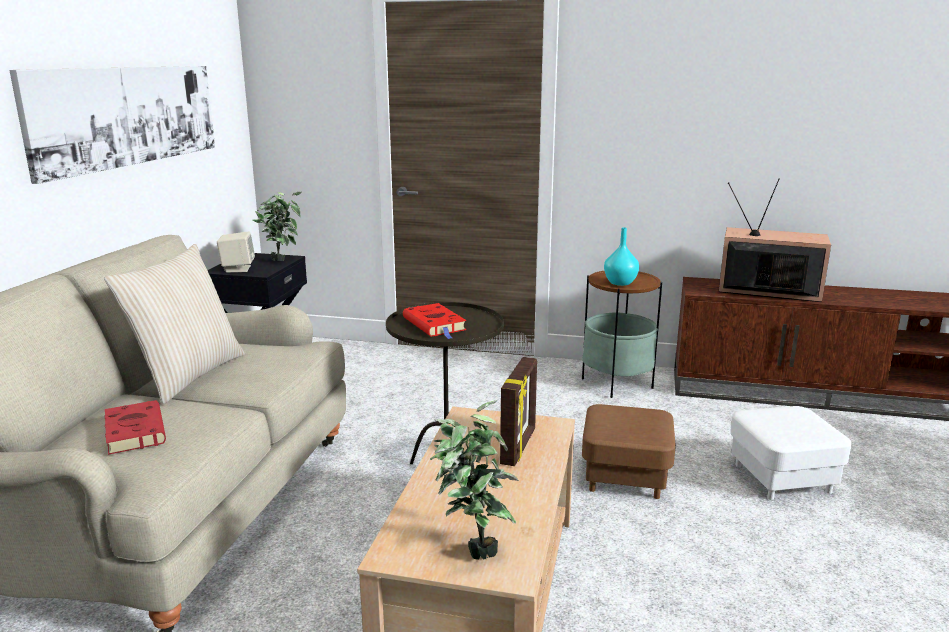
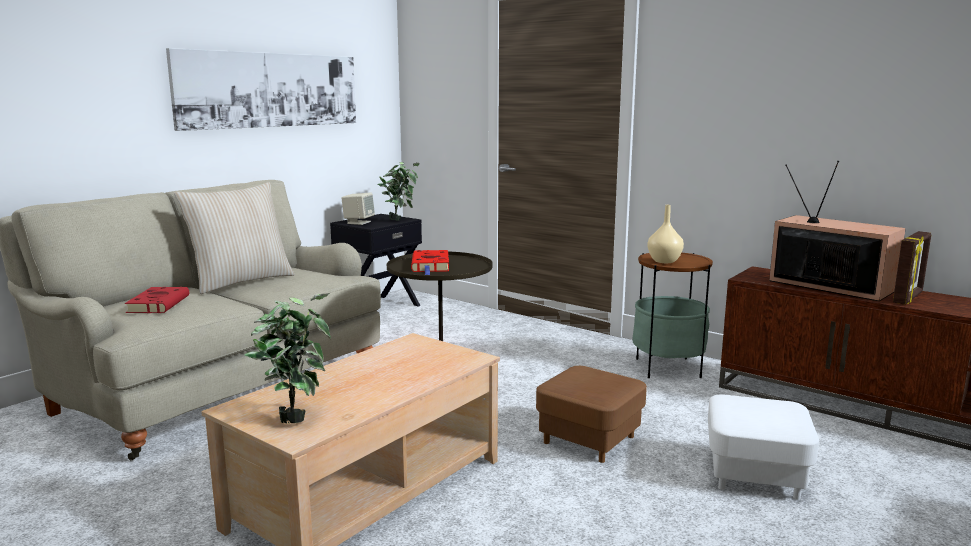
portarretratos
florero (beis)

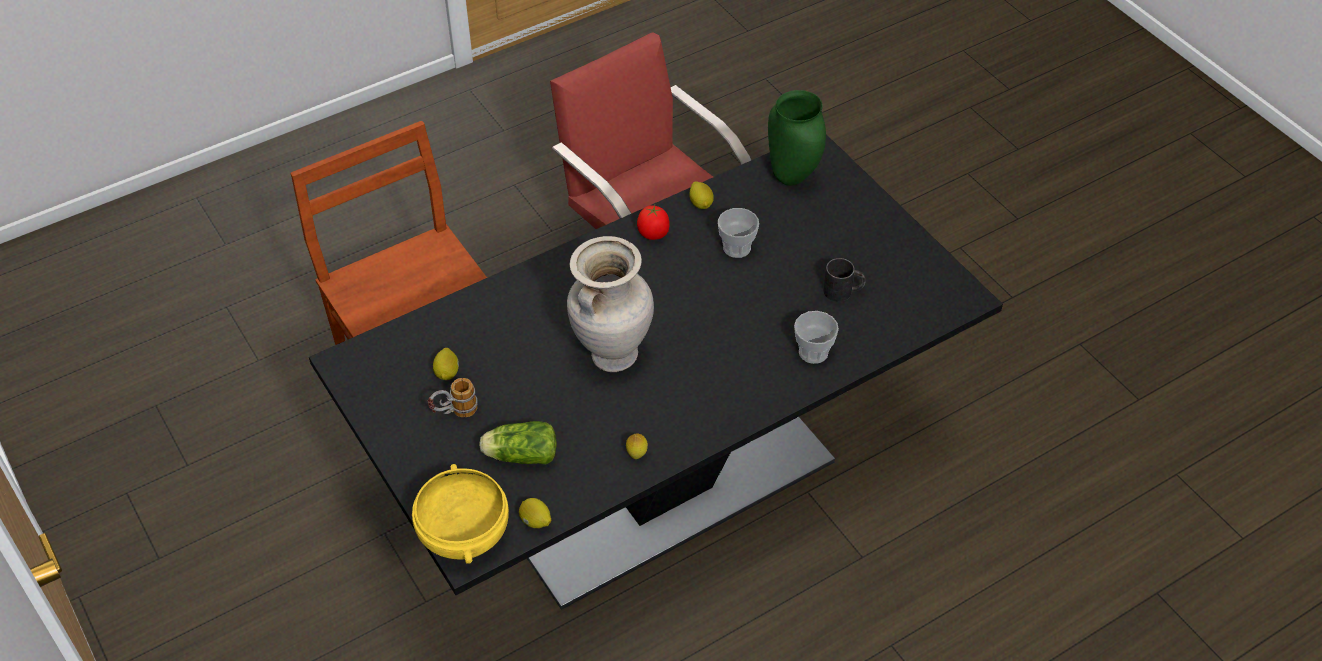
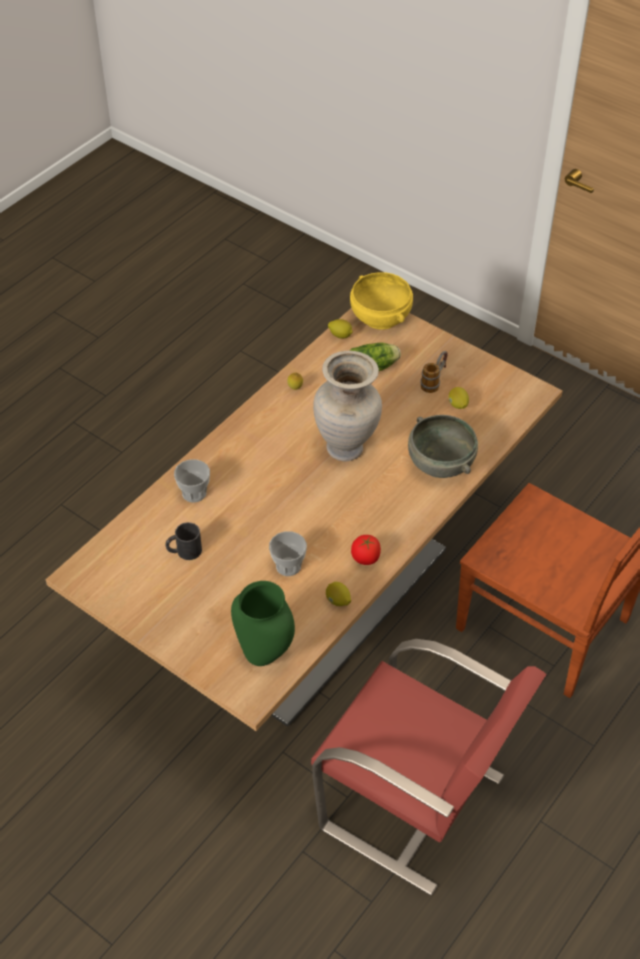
mesa de comedor (beis)
cuenco (gris)

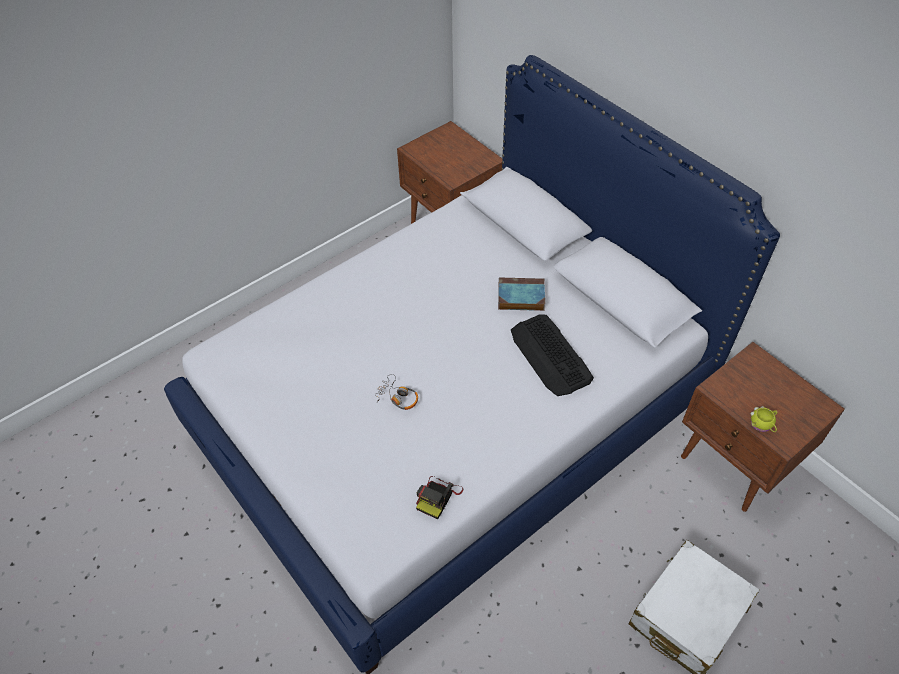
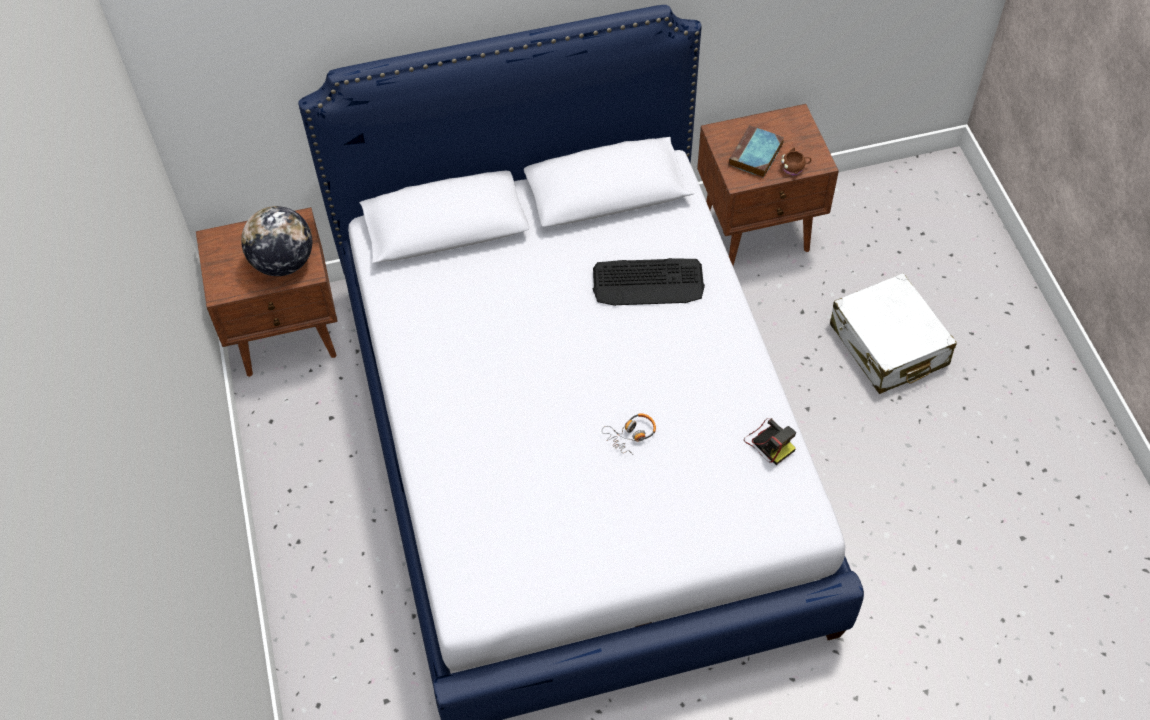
libro
taza grande (marrón)
globo terráqueo

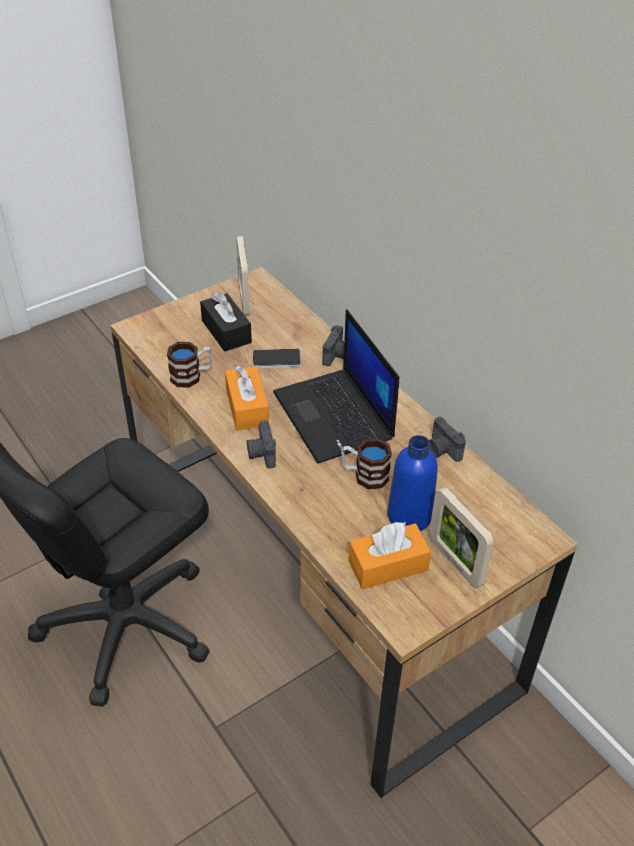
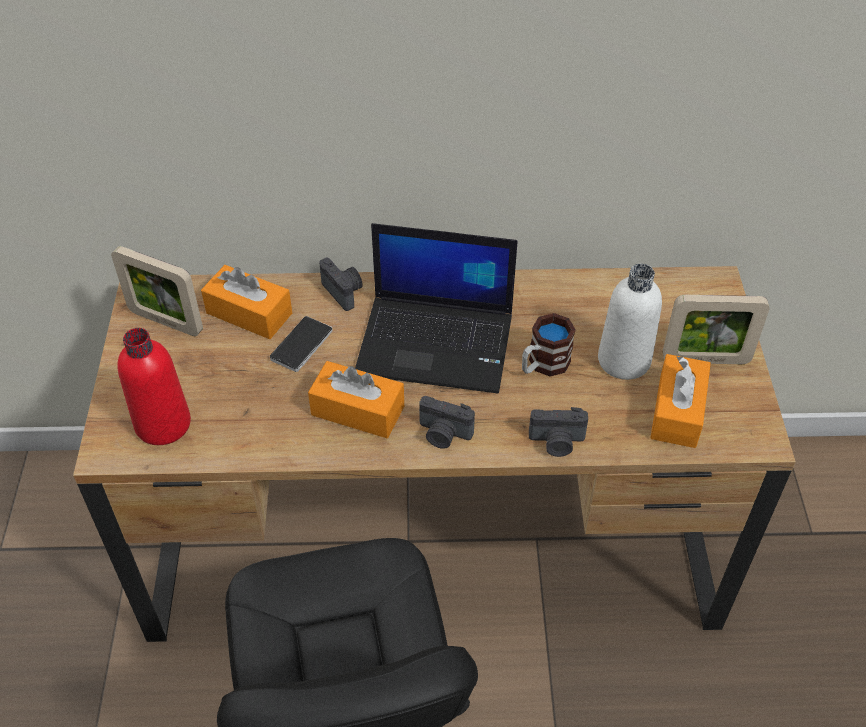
taza grande (1st from left in the first image)
caja de pañuelos (negro)
botella (blanco)
cámara (3rd from left)
botella (rojo)
caja de pañuelos (naranja) (1st from left)

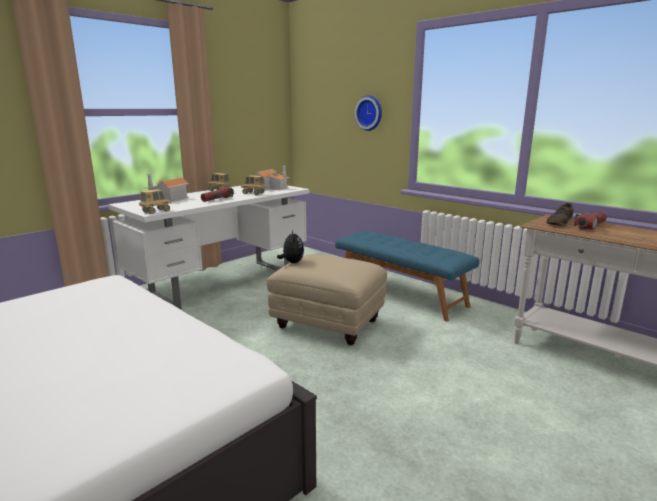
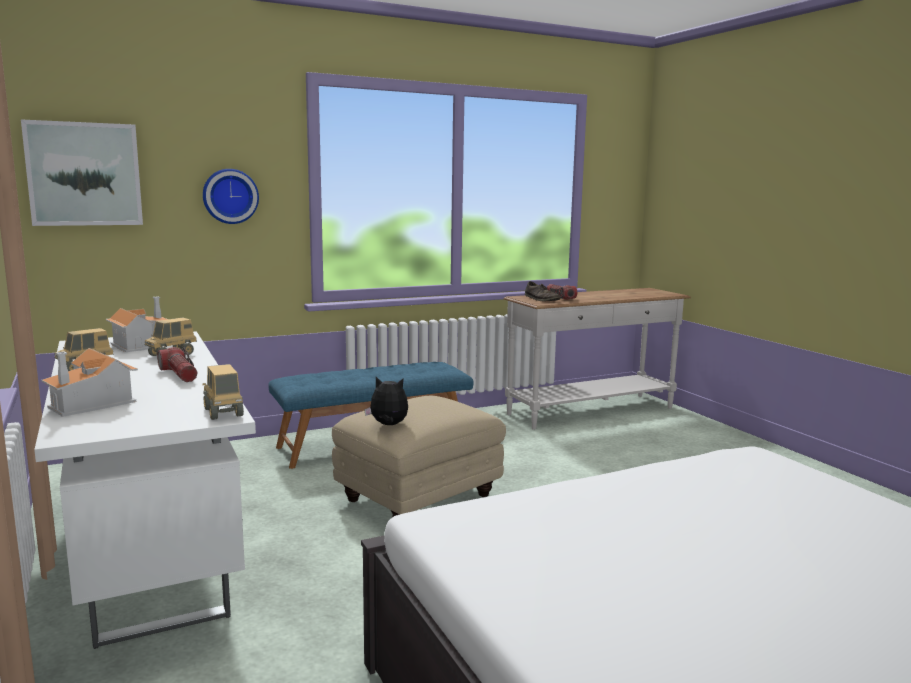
cuadro

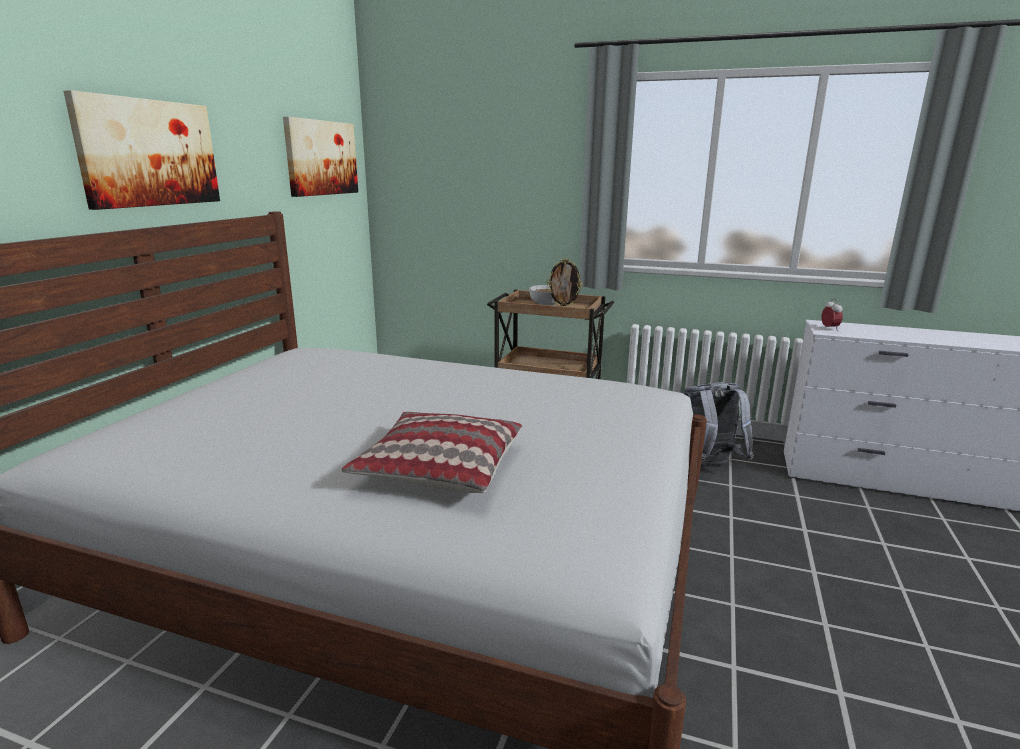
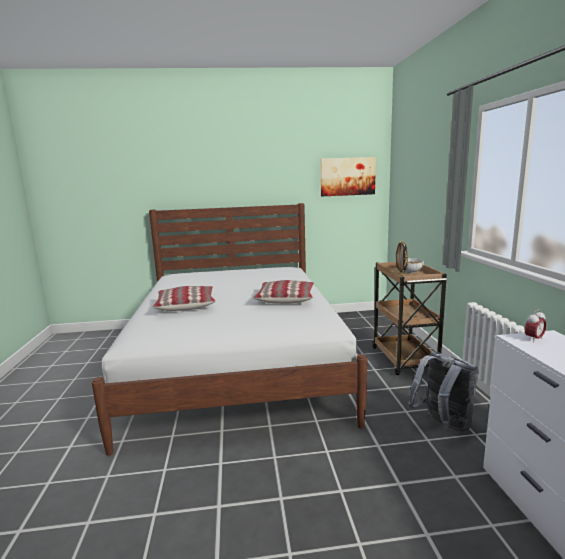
cuadro (1st from left in the first image)
cojín (2nd from left)

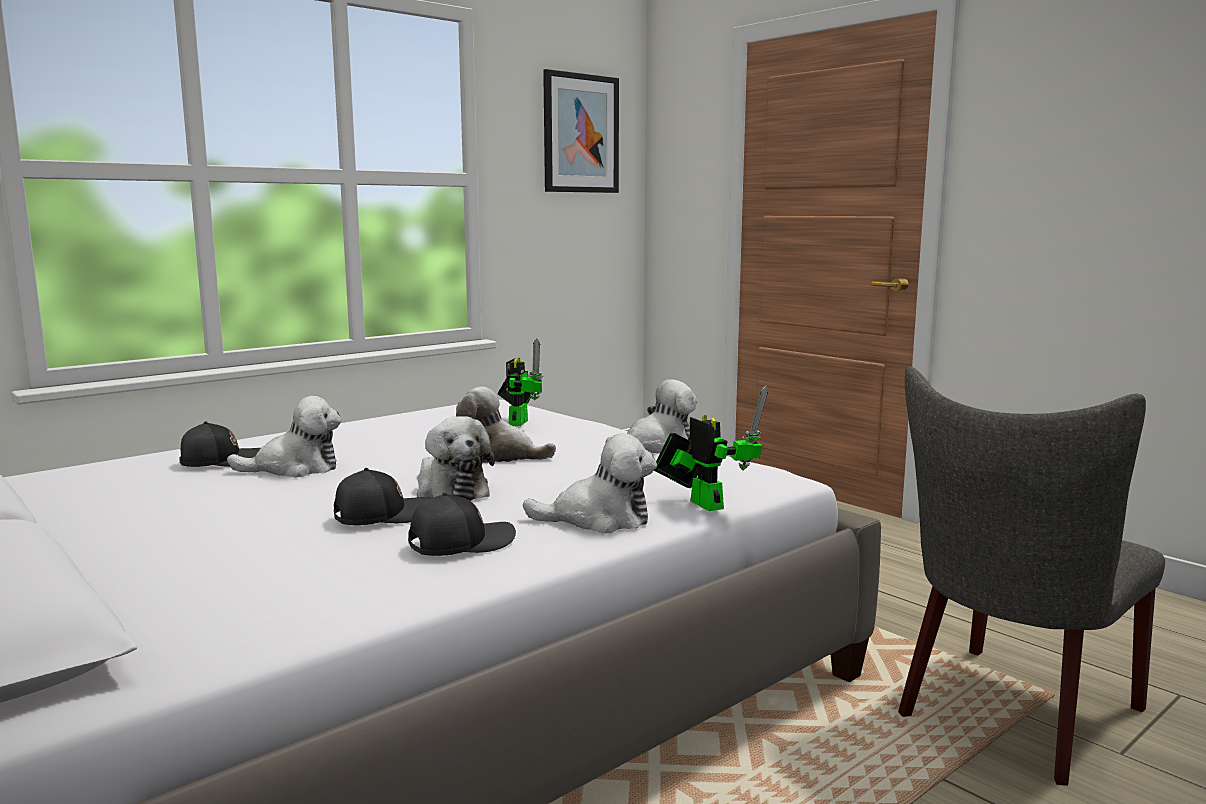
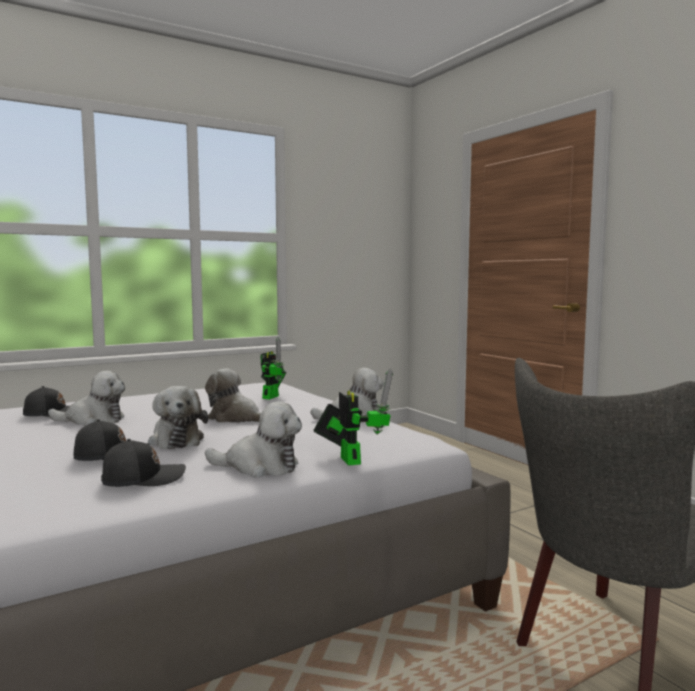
cuadro

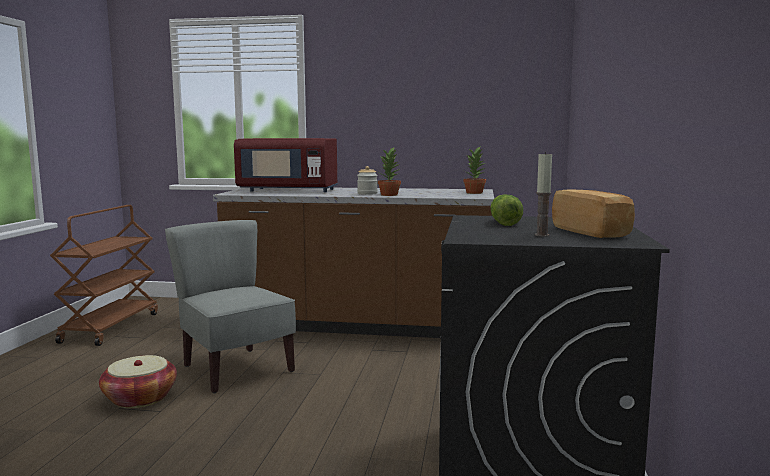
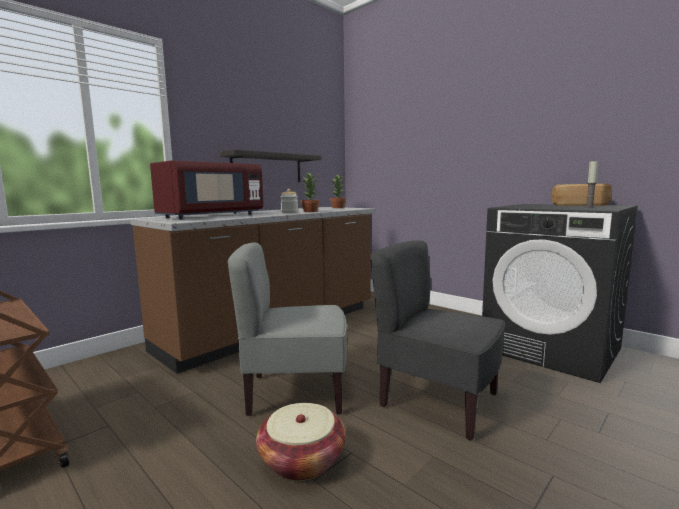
lechuga
estante
silla (gris) (2nd from left)

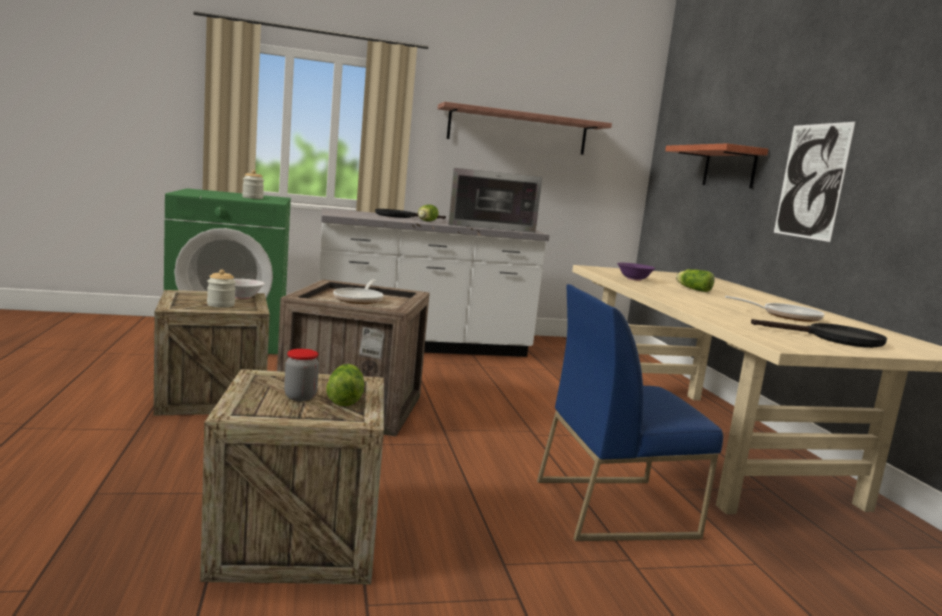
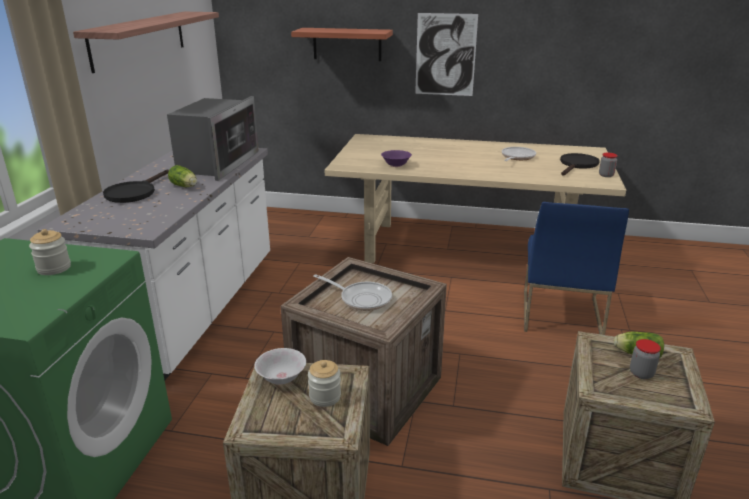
lechuga (3rd from left in the first image)
tarro (3rd from left)

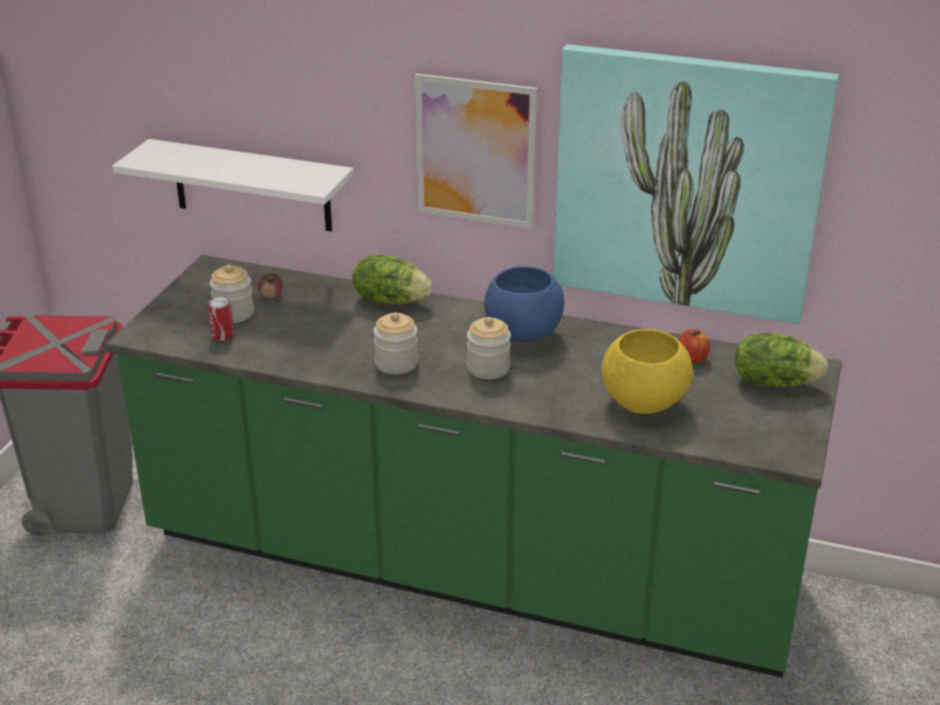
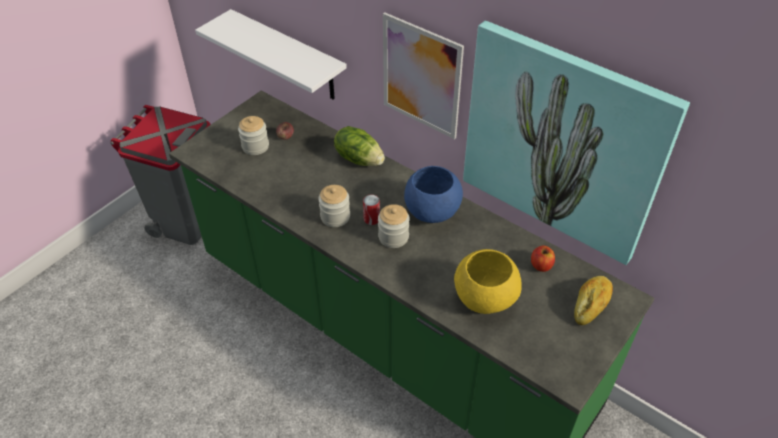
lata
pan

